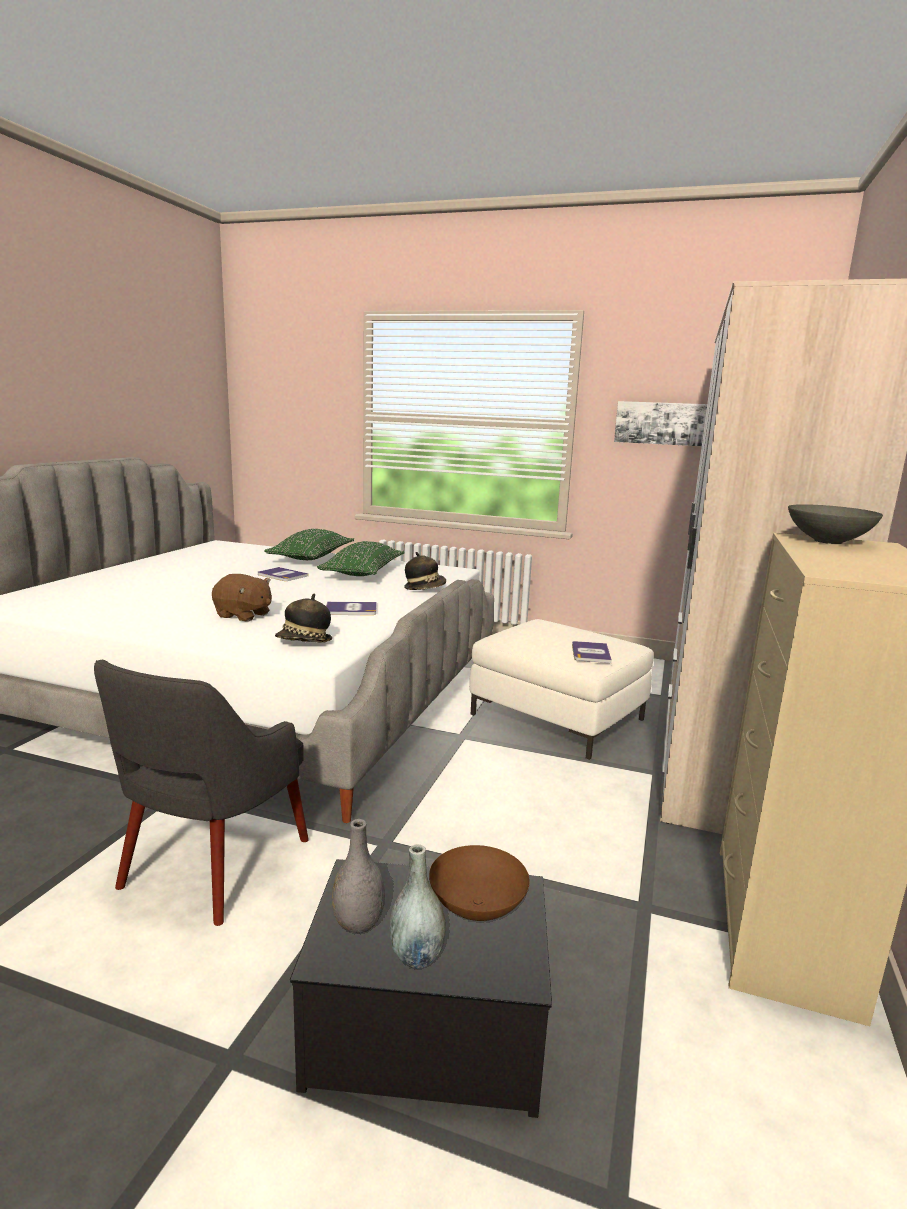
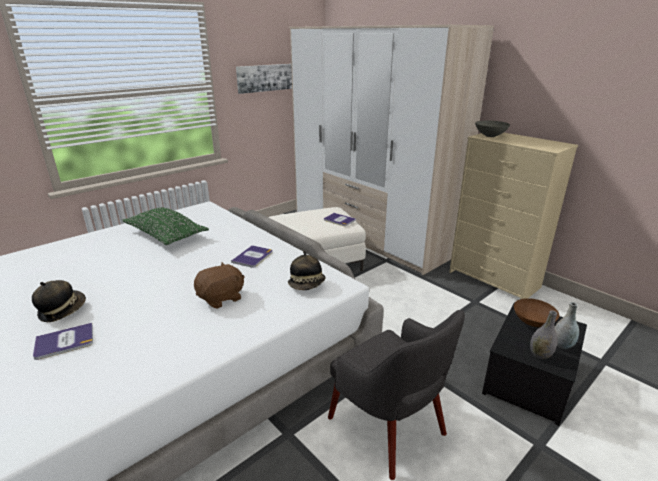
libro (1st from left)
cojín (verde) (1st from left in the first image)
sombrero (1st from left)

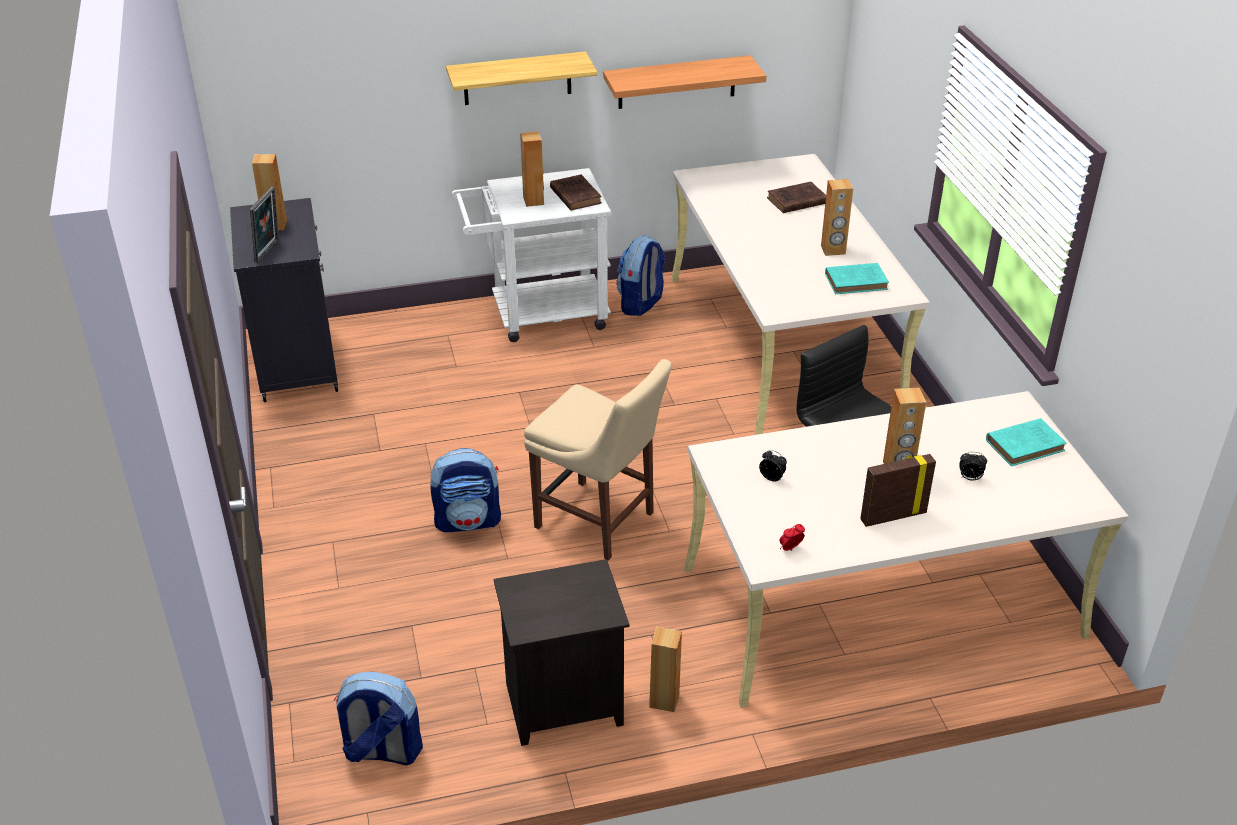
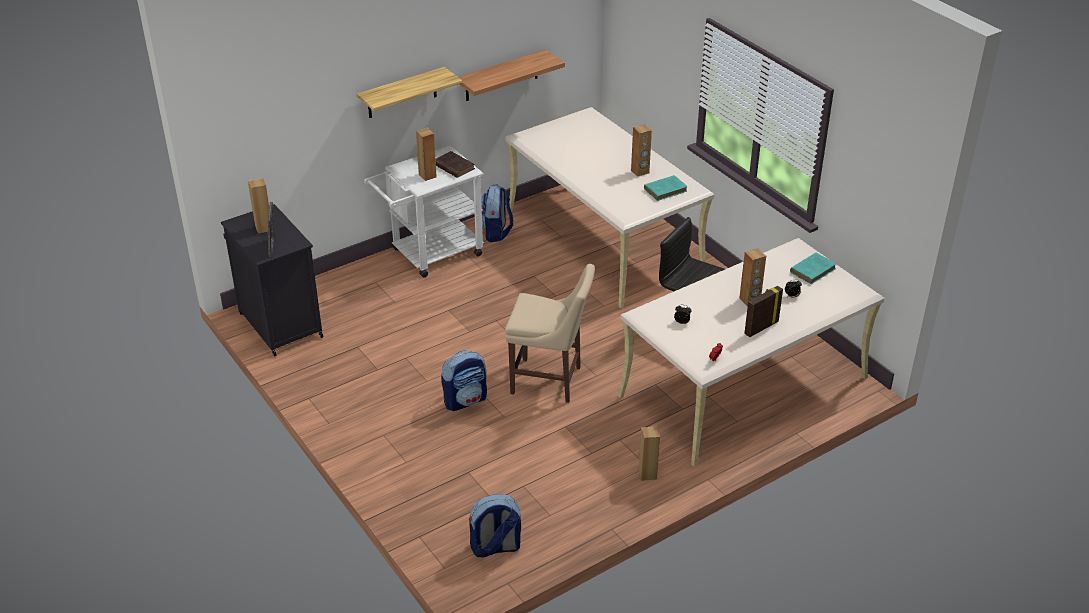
mesita de noche (negro)
libro (marrón) (2nd from left in the first image)

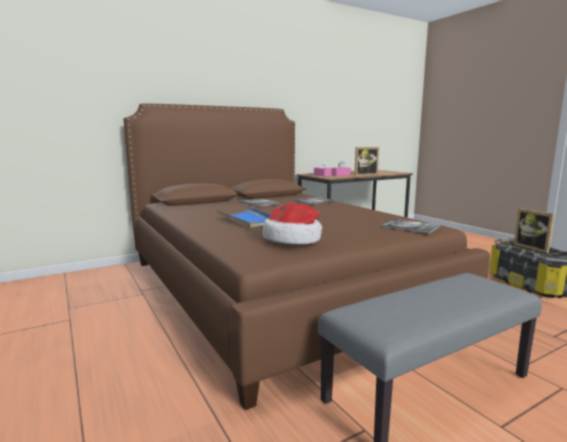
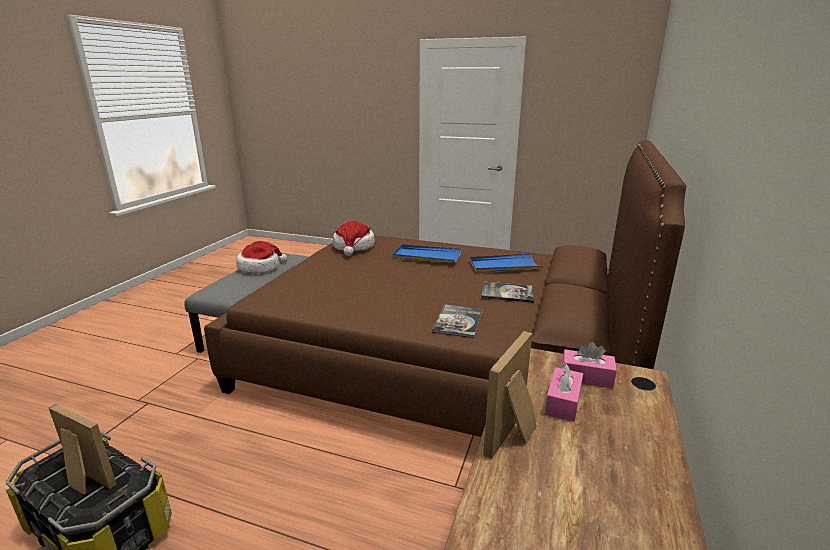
libro (3rd from left in the first image)
sombrero (1st from left)
bandeja (azul) (2nd from left)

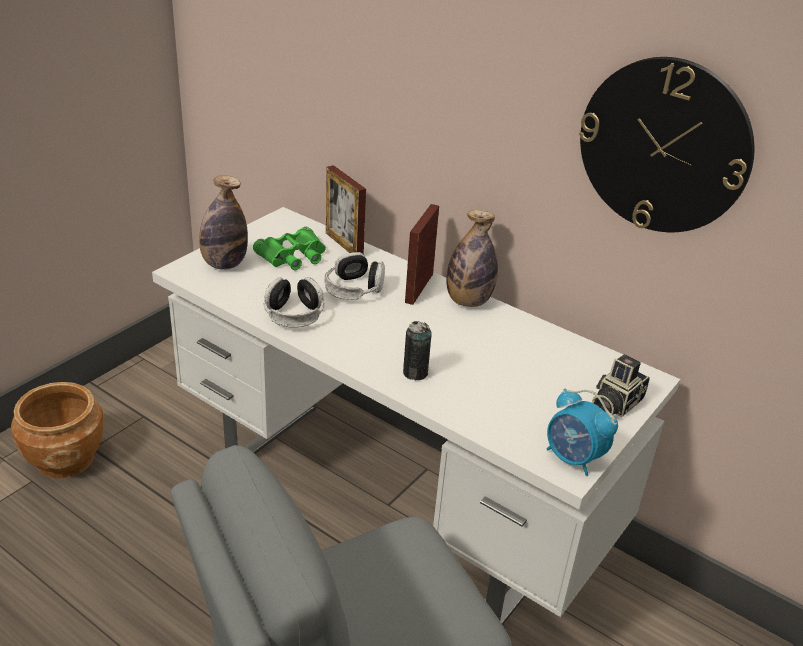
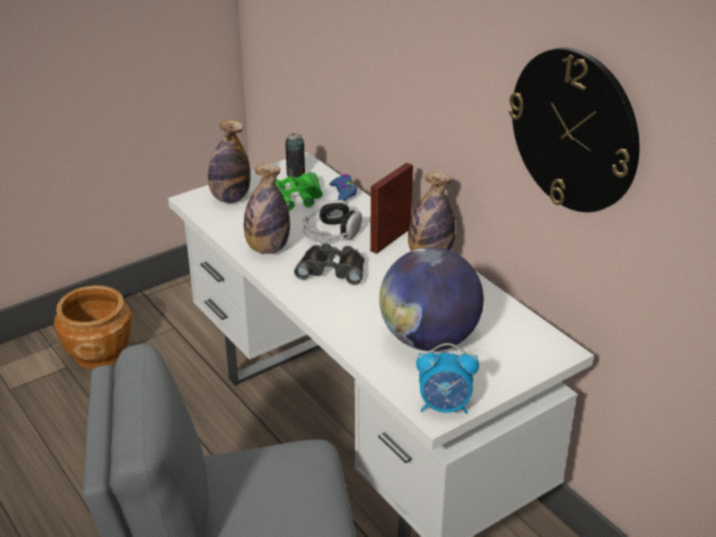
botella (2nd from left)
mando de consola (azul)
lata
despertador
cámara
prismáticos (negro)
globo terráqueo

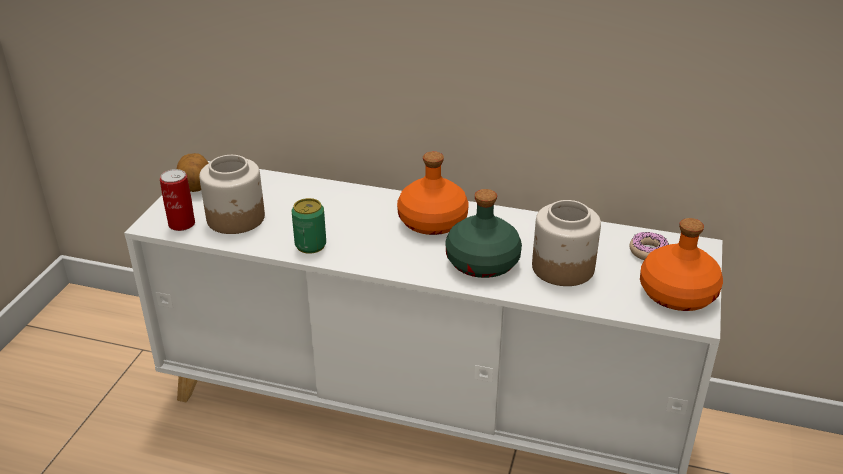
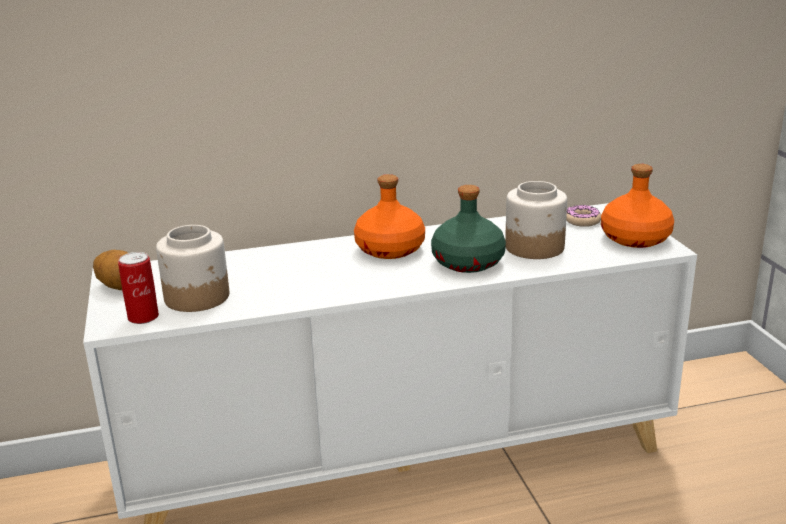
lata (2nd from left in the first image)

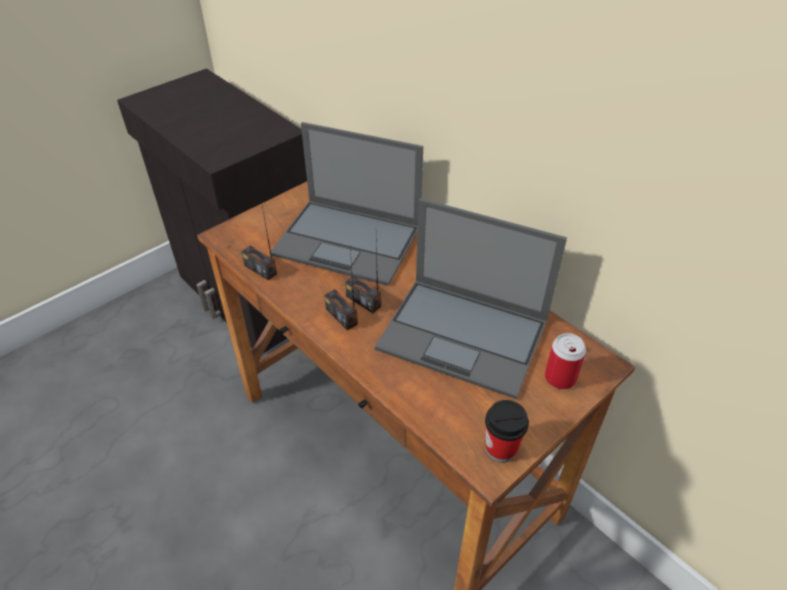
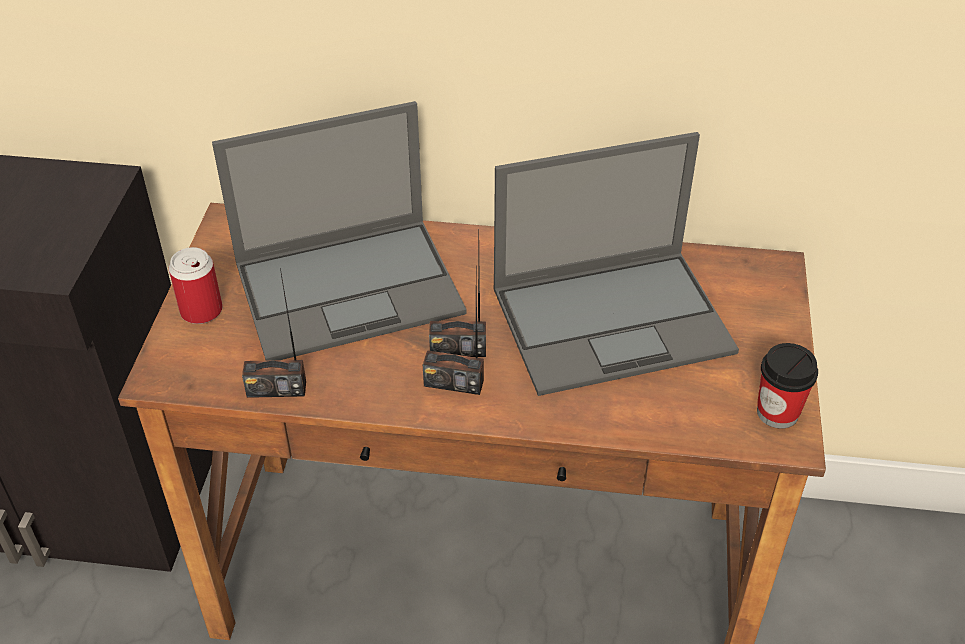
lata

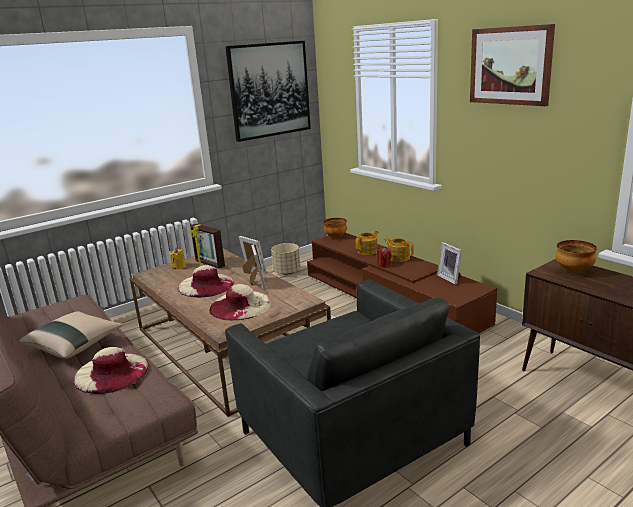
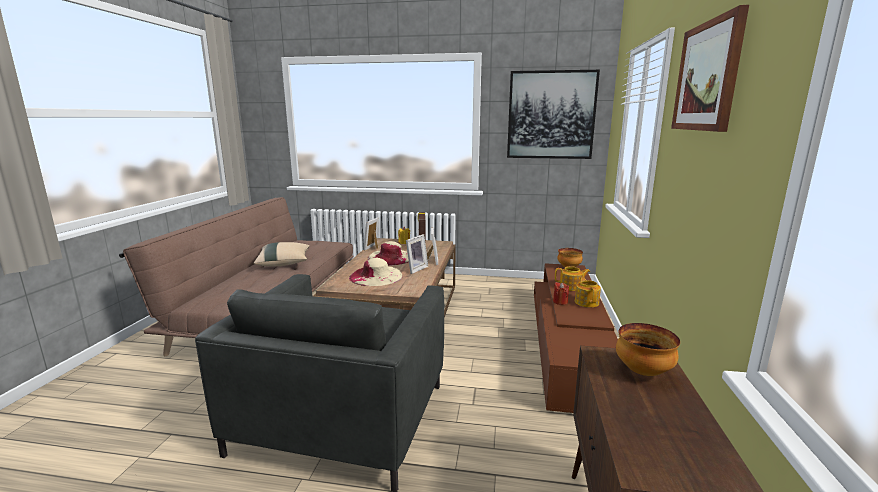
sombrero (beis) (1st from left in the first image)
maceta (beis)
portarretratos (1st from left)

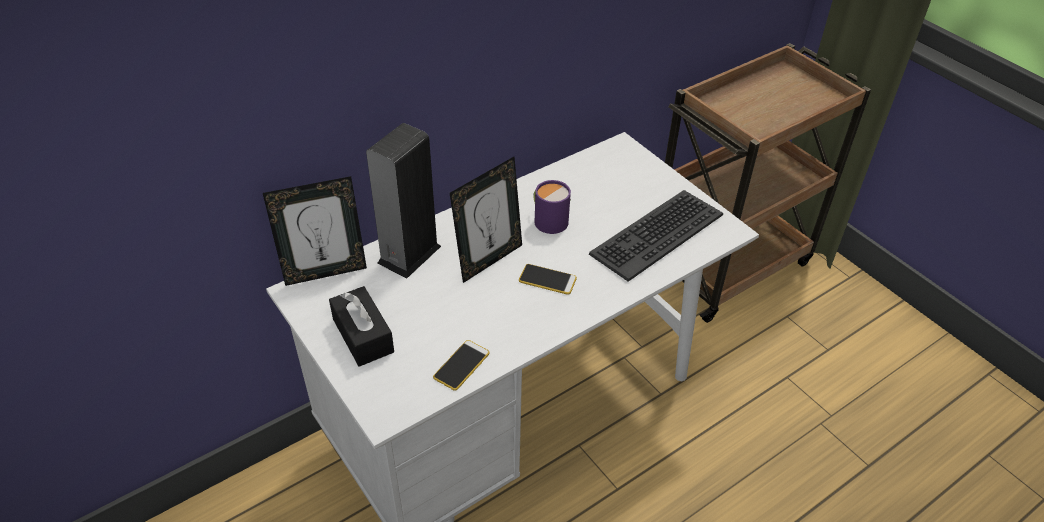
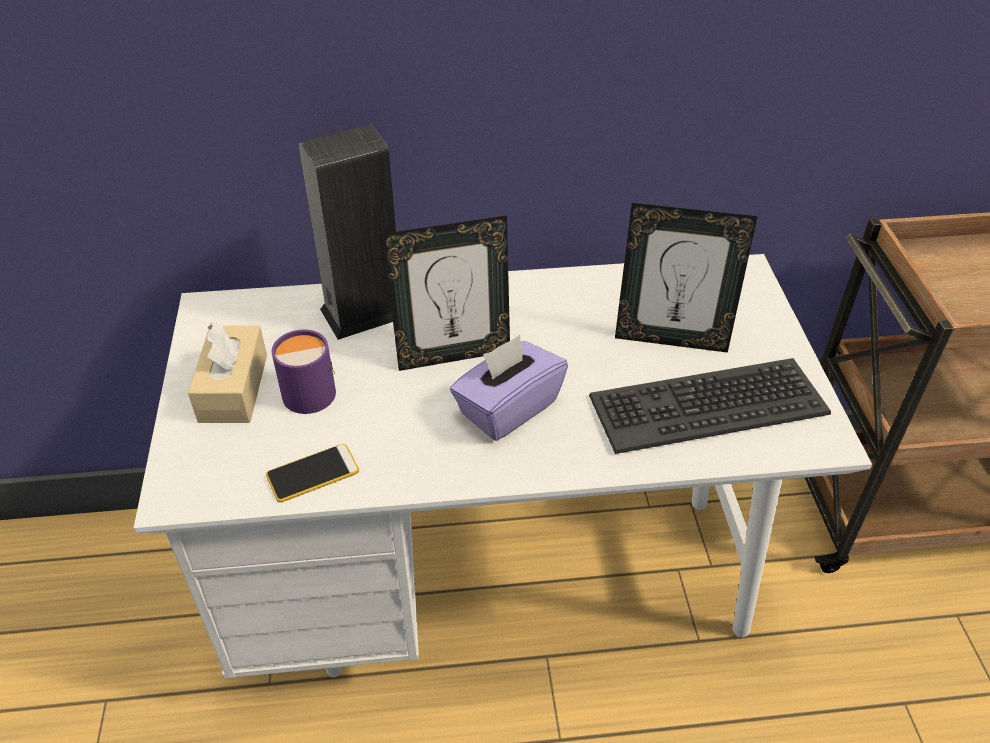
portarretratos (2nd from left)
caja de pañuelos (beis)
caja de pañuelos (morado)
taza grande (morado)

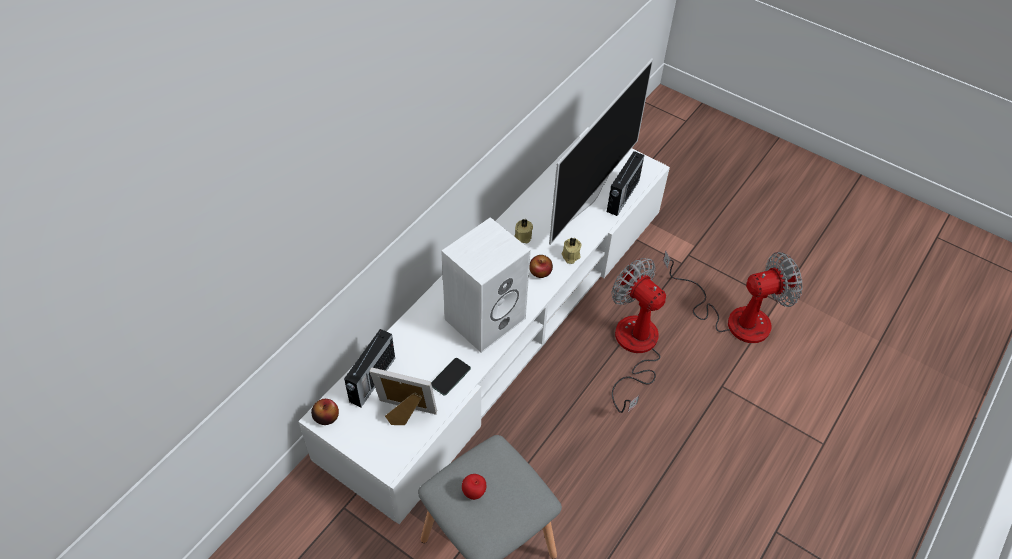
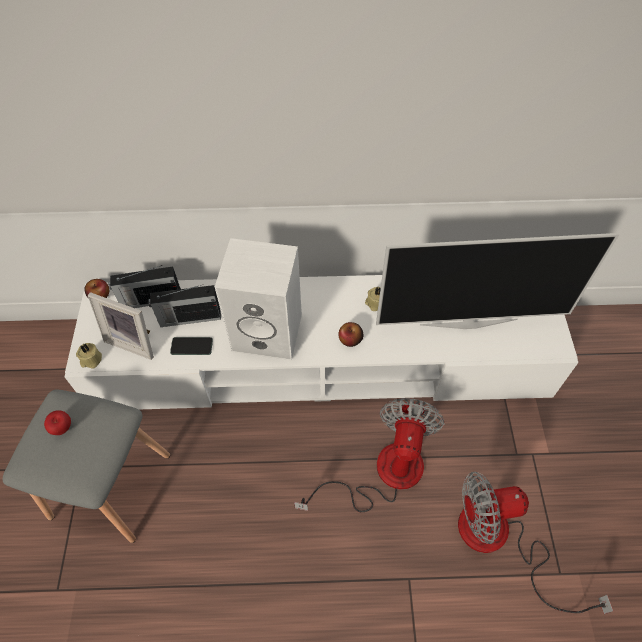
portarretratos
vela (beis) (1st from left)
radio (2nd from left)
ventilador (2nd from left)

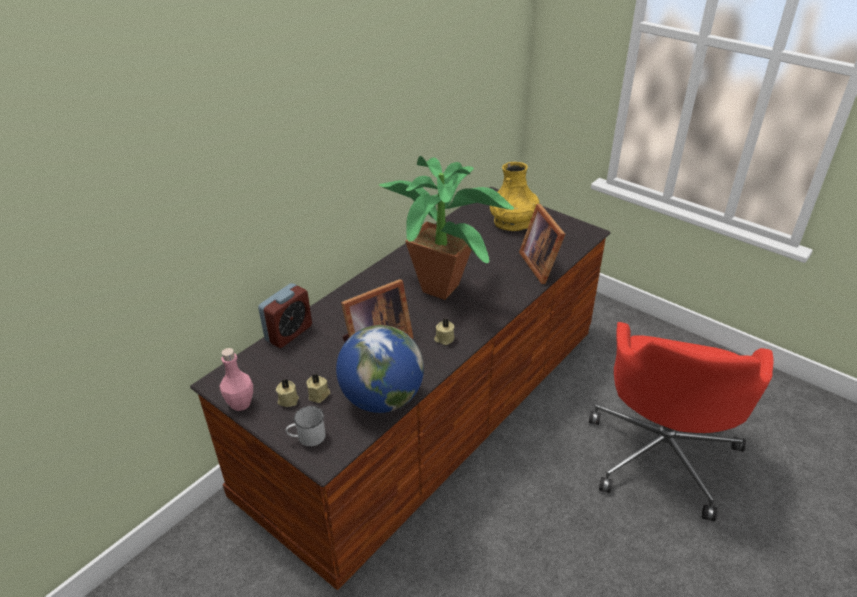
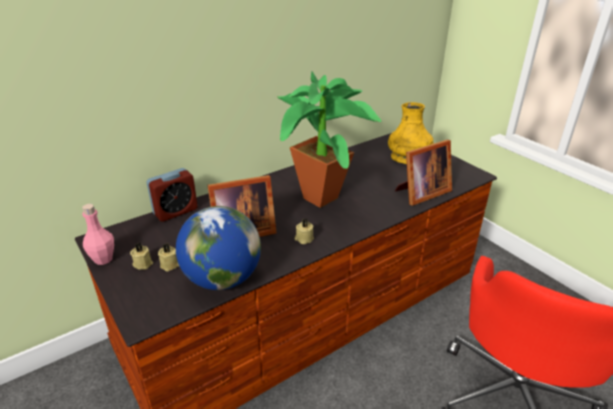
taza grande (blanco)
portarretratos (2nd from left)

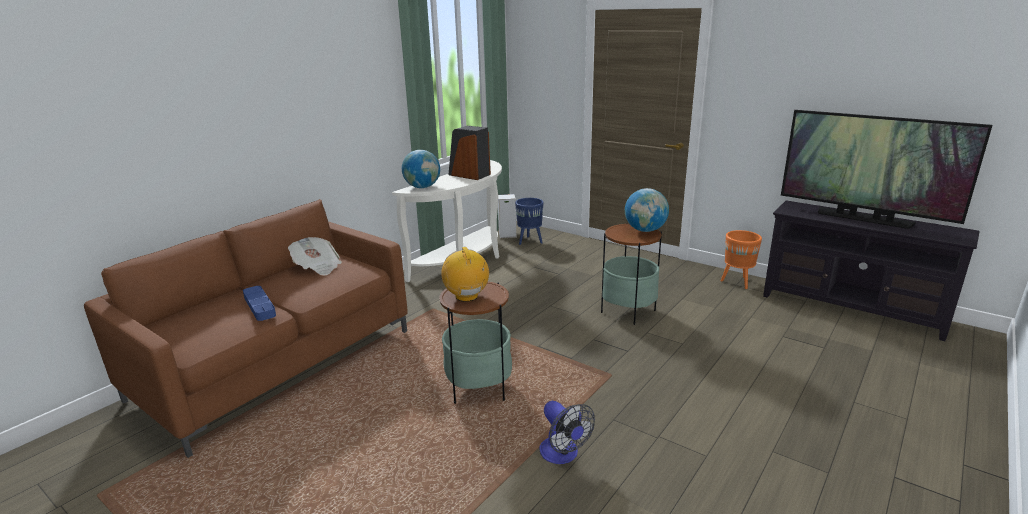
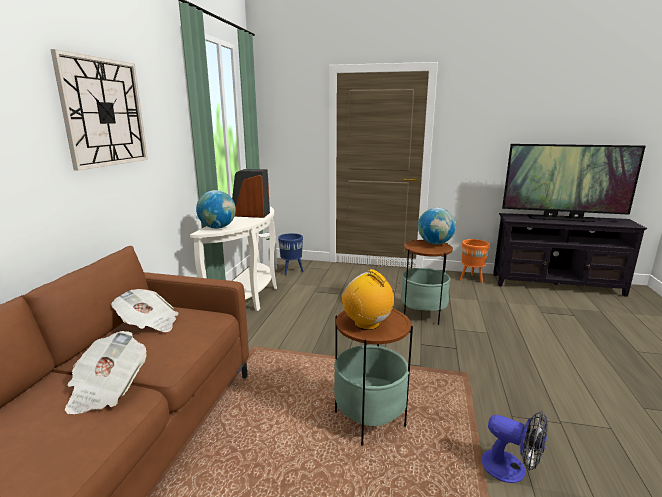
periódico (1st from left)
reloj de pared

